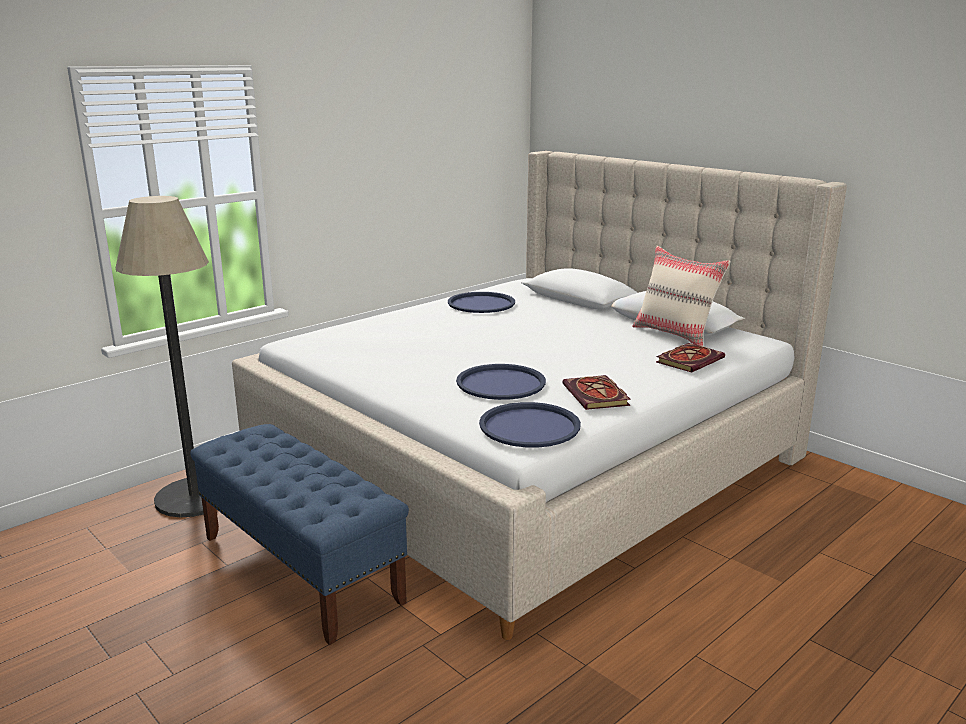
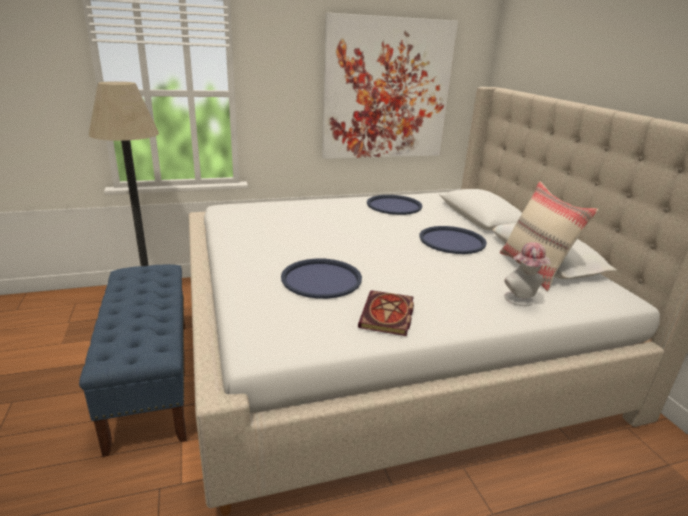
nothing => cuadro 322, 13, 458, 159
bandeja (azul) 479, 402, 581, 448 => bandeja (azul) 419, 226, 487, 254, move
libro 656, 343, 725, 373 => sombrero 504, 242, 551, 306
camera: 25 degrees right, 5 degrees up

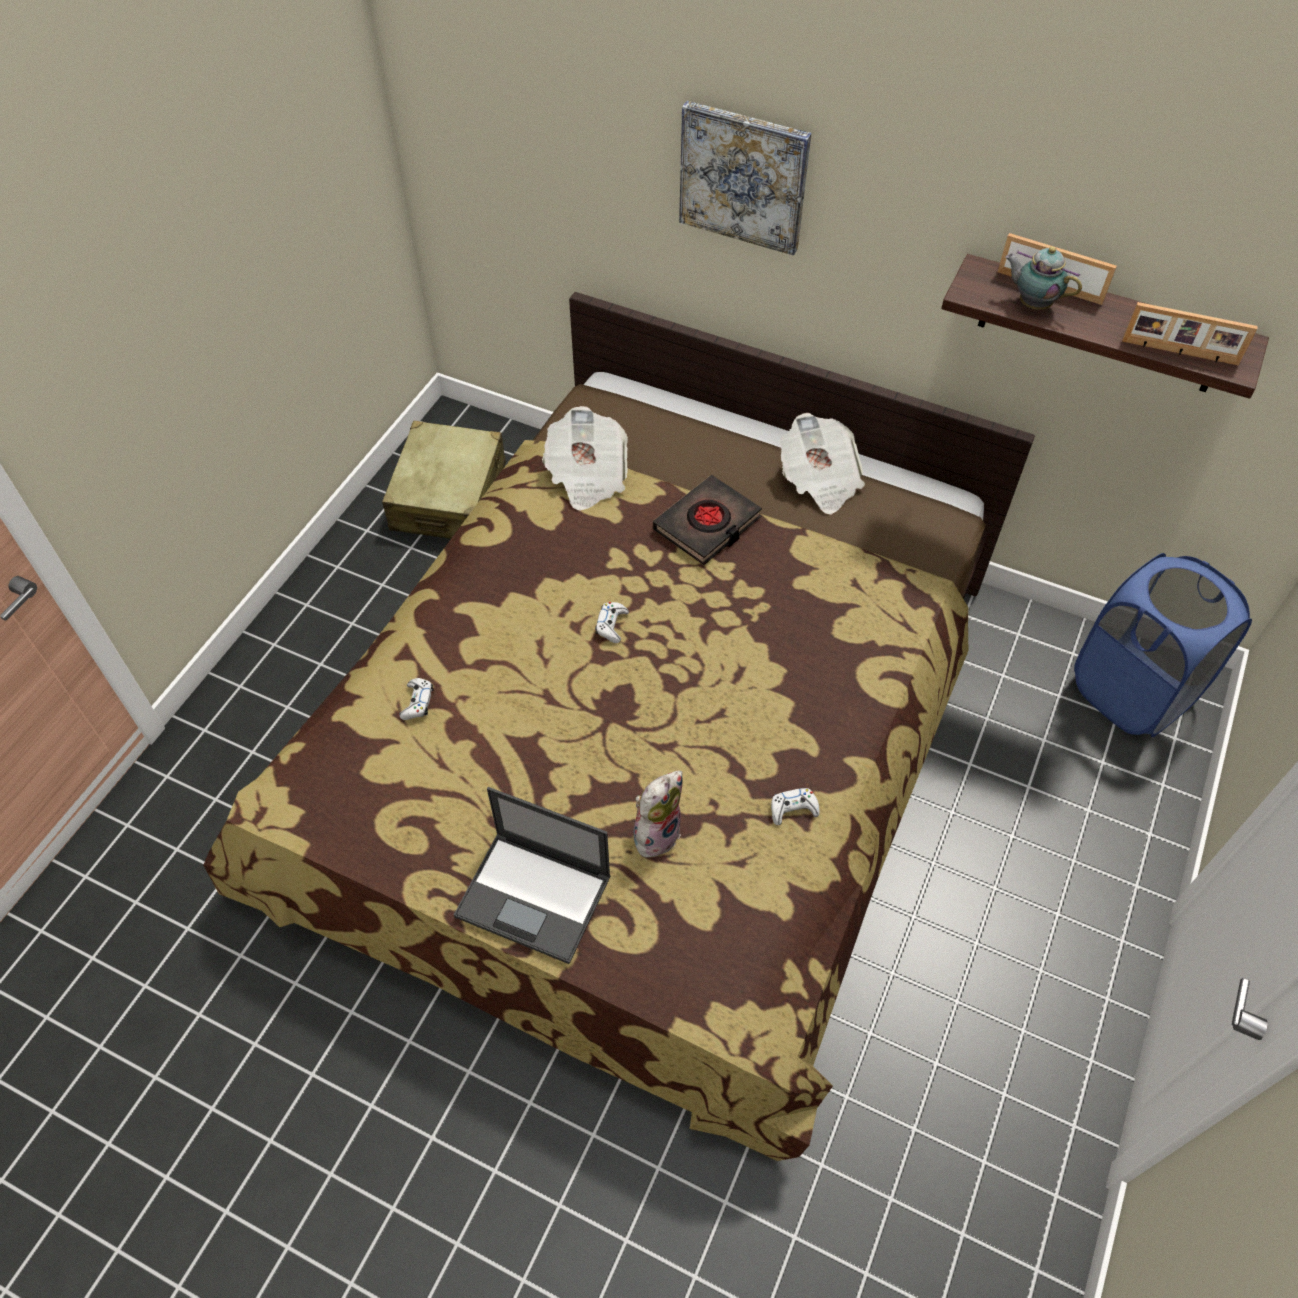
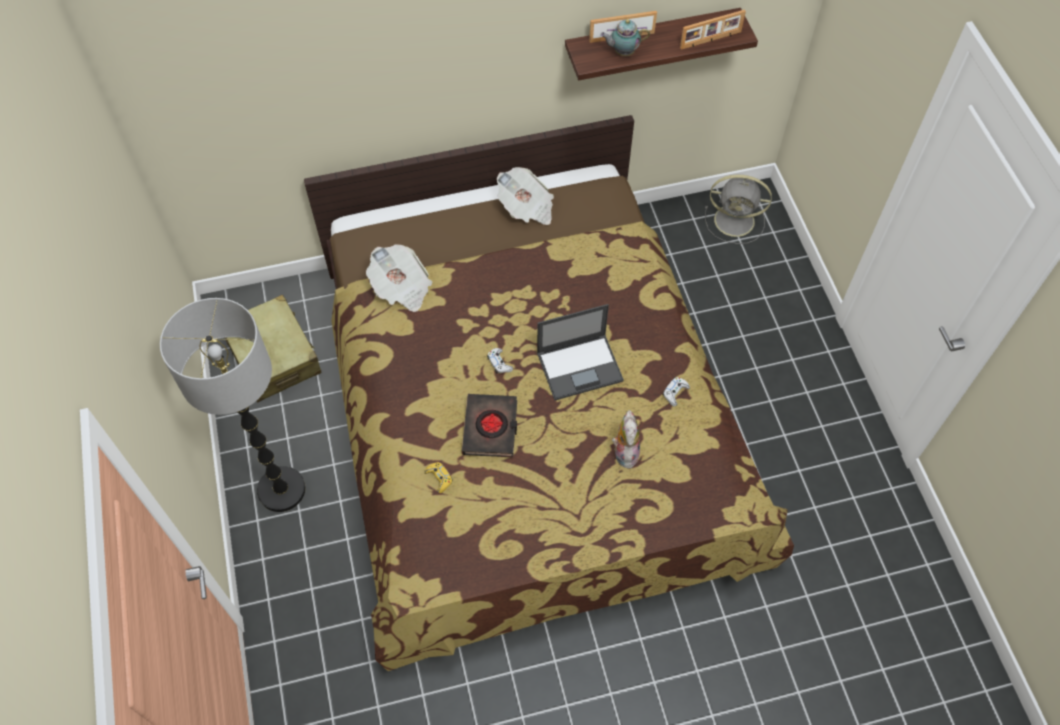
cuadro 679, 101, 812, 255 => nothing
nothing => lámpara de pie 160, 298, 306, 512
portátil 454, 787, 611, 964 => portátil 537, 304, 624, 400, move
libro (negro) 653, 475, 762, 565 => libro (negro) 462, 394, 517, 457, move
cesto de la ropa (azul) 1074, 553, 1252, 737 => ventilador (gris) 705, 175, 772, 244
mando de consola (blanco) 399, 678, 434, 720 => mando de consola (amarillo) 424, 462, 452, 493
camera: 40 degrees left, 5 degrees up

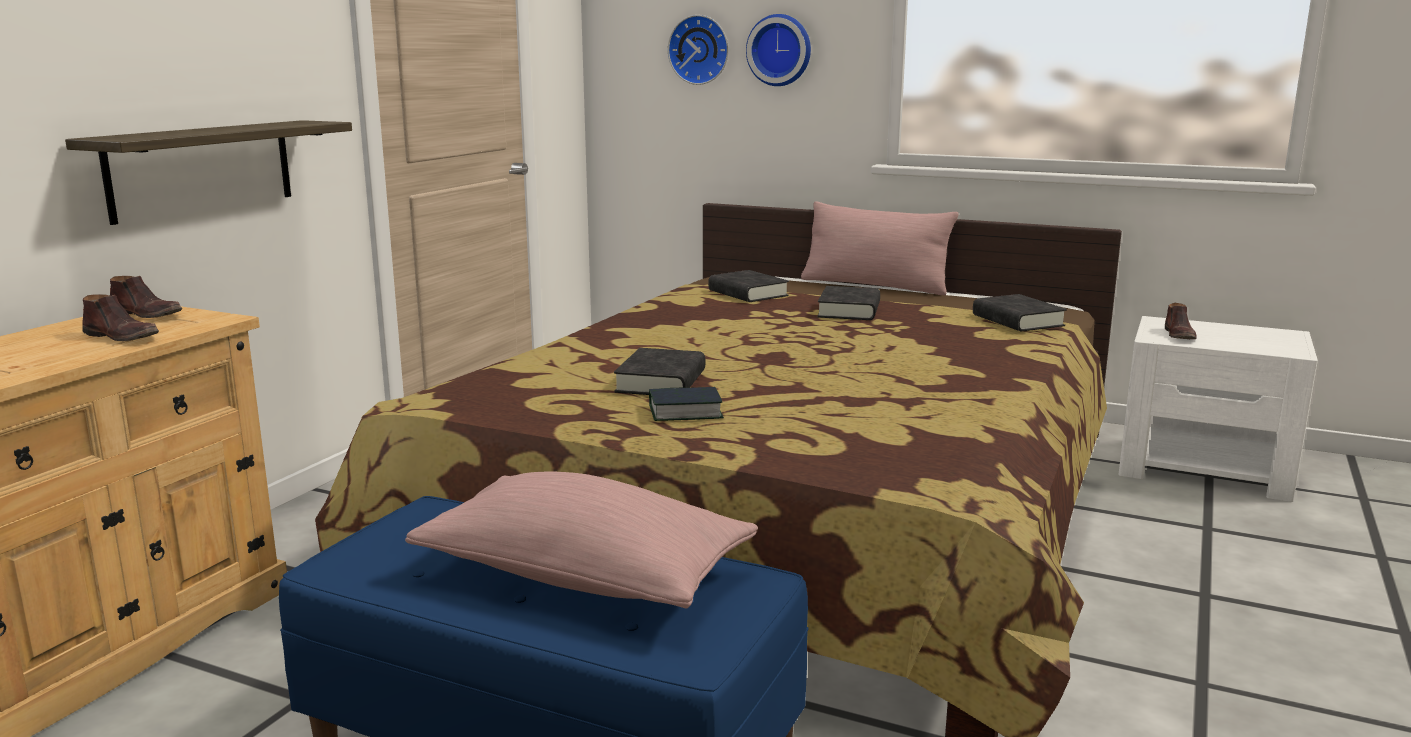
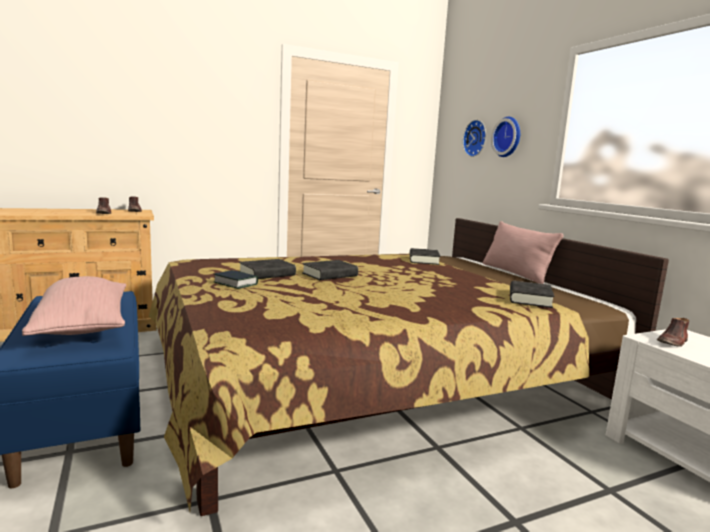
estante 65, 120, 352, 225 => nothing
libro (negro) 817, 286, 880, 320 => libro (negro) 302, 260, 358, 280, move
camera: 40 degrees right, 5 degrees down

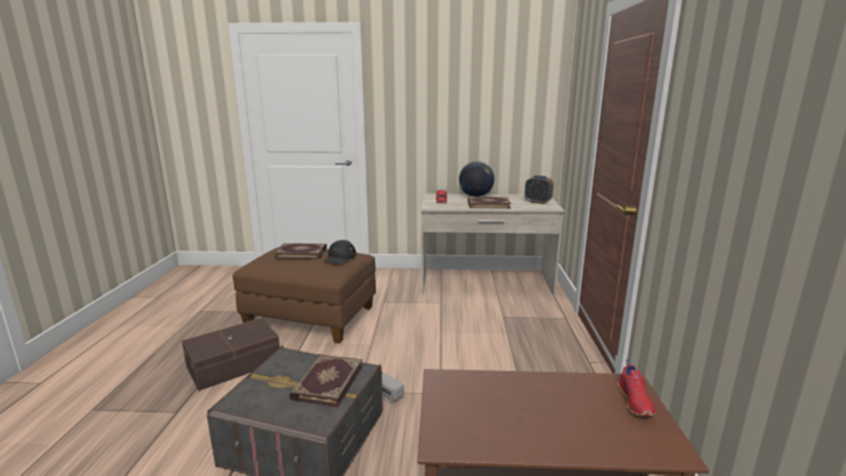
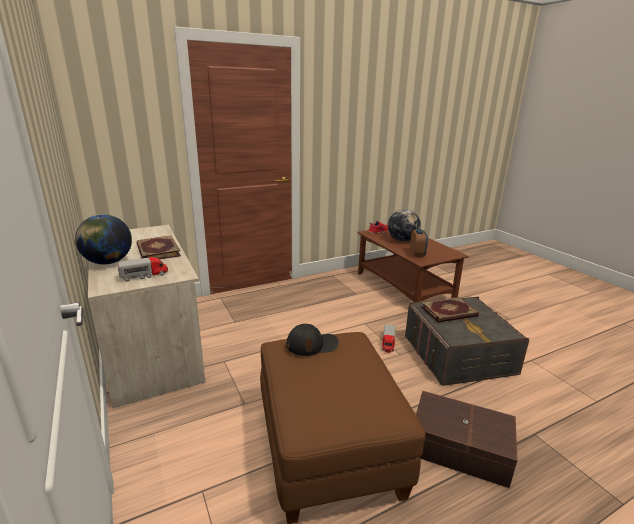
libro 273, 243, 327, 259 => nothing
nothing => globo terráqueo 388, 209, 421, 242
despertador 525, 175, 554, 204 => despertador 410, 229, 428, 257, move
camera: 120 degrees left, 5 degrees up

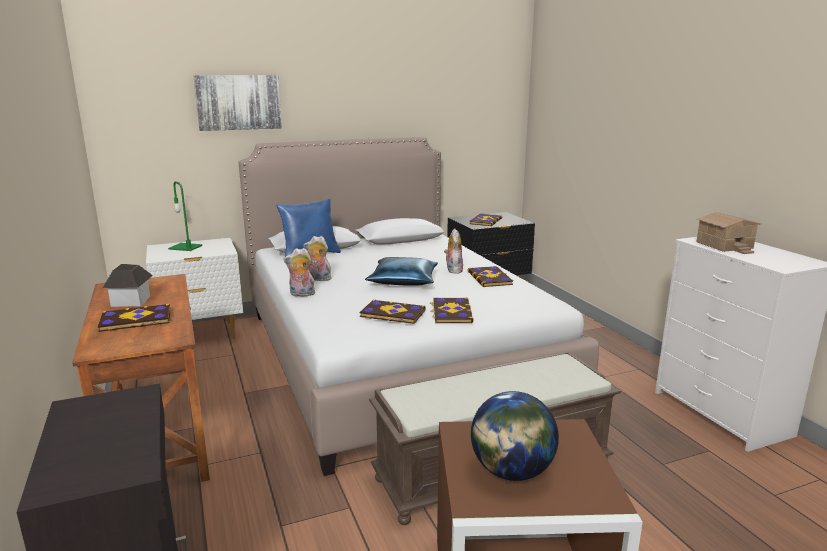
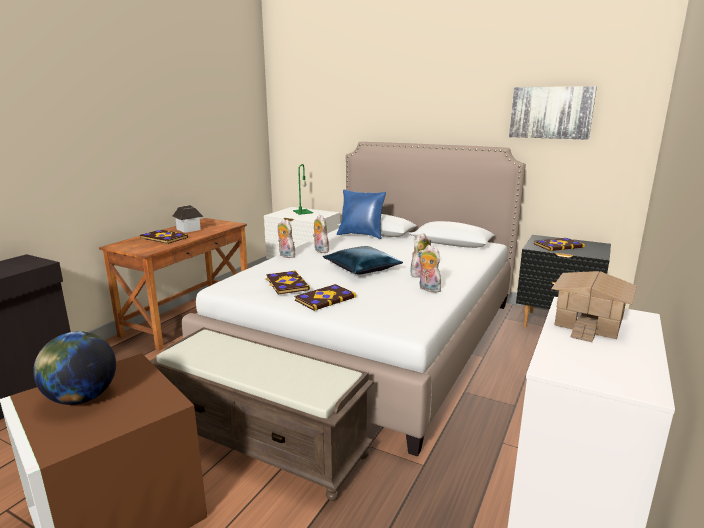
cuadro 193, 75, 282, 131 => cuadro 509, 86, 597, 140, move
libro 468, 266, 514, 287 => peluche 418, 245, 441, 293
camera: 50 degrees right, 0 degrees up

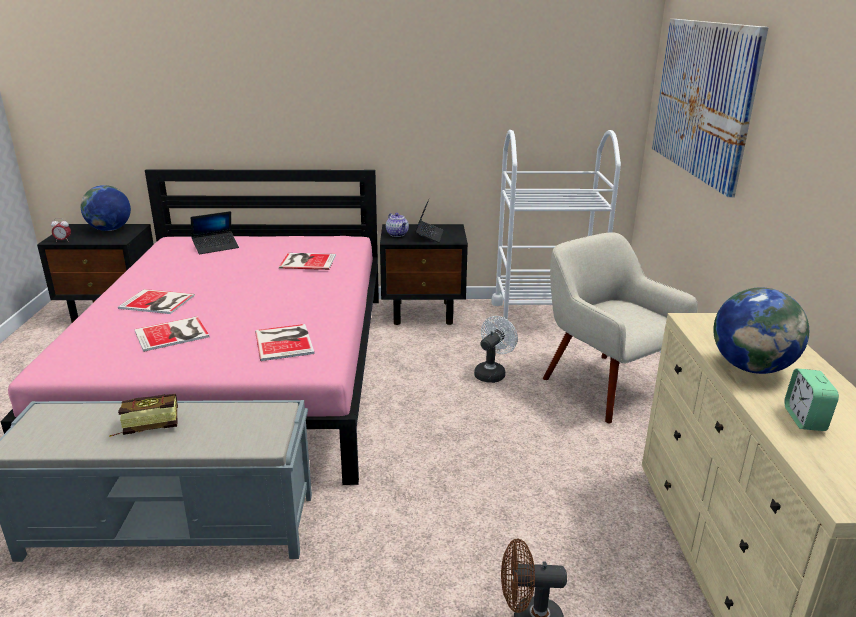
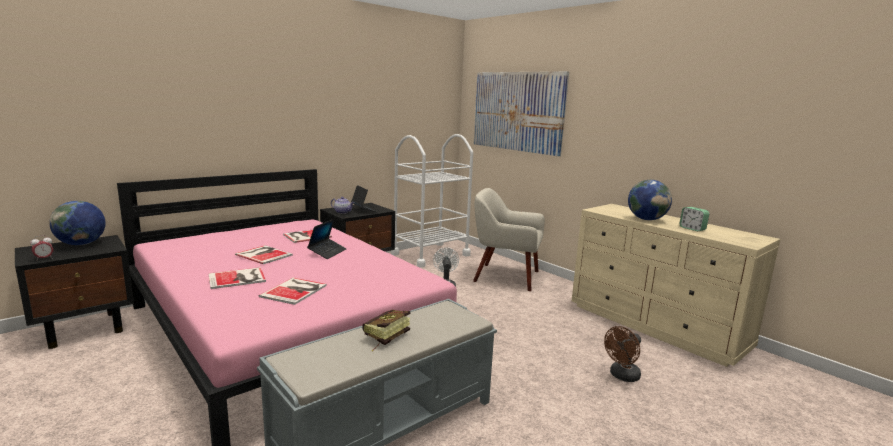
portátil 191, 211, 239, 254 => portátil 307, 219, 346, 259, move
libro 255, 324, 315, 361 => libro 235, 245, 293, 264, move
camera: 40 degrees left, 10 degrees down

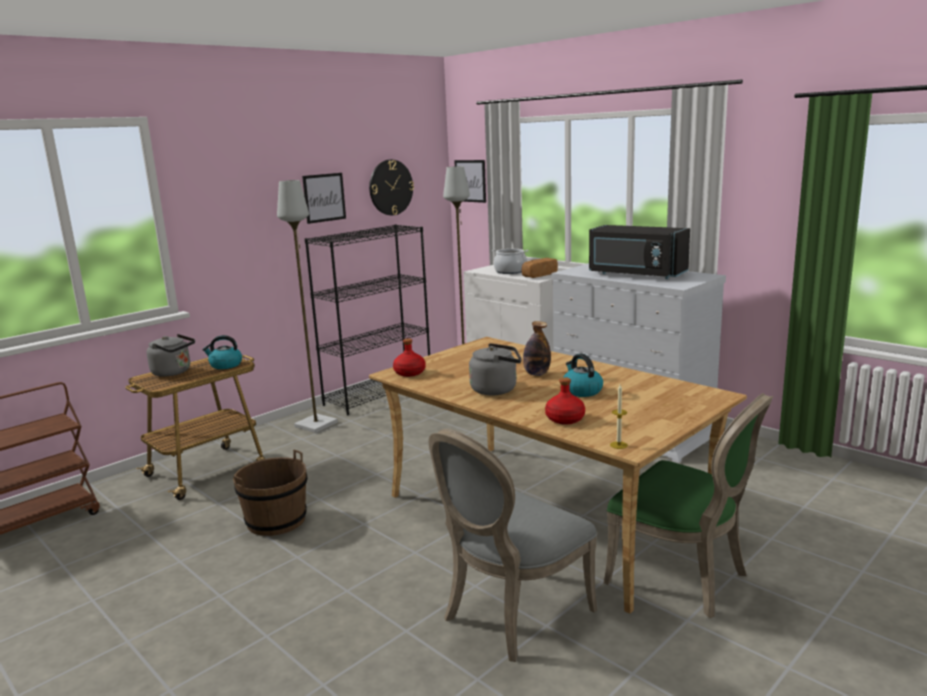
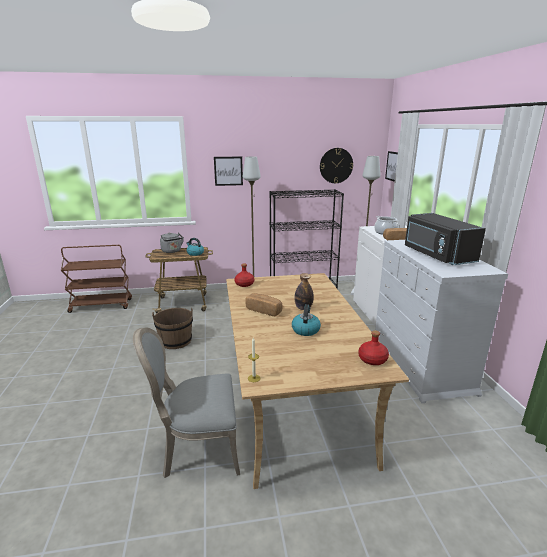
silla (verde) 604, 393, 773, 618 => nothing
cuadro 302, 173, 346, 224 => cuadro 214, 157, 243, 186, move
botella (rojo) 545, 377, 585, 424 => botella (rojo) 359, 331, 389, 365, move
hervidor (gris) 469, 343, 522, 395 => pan 245, 293, 283, 316
camera: 35 degrees right, 5 degrees up

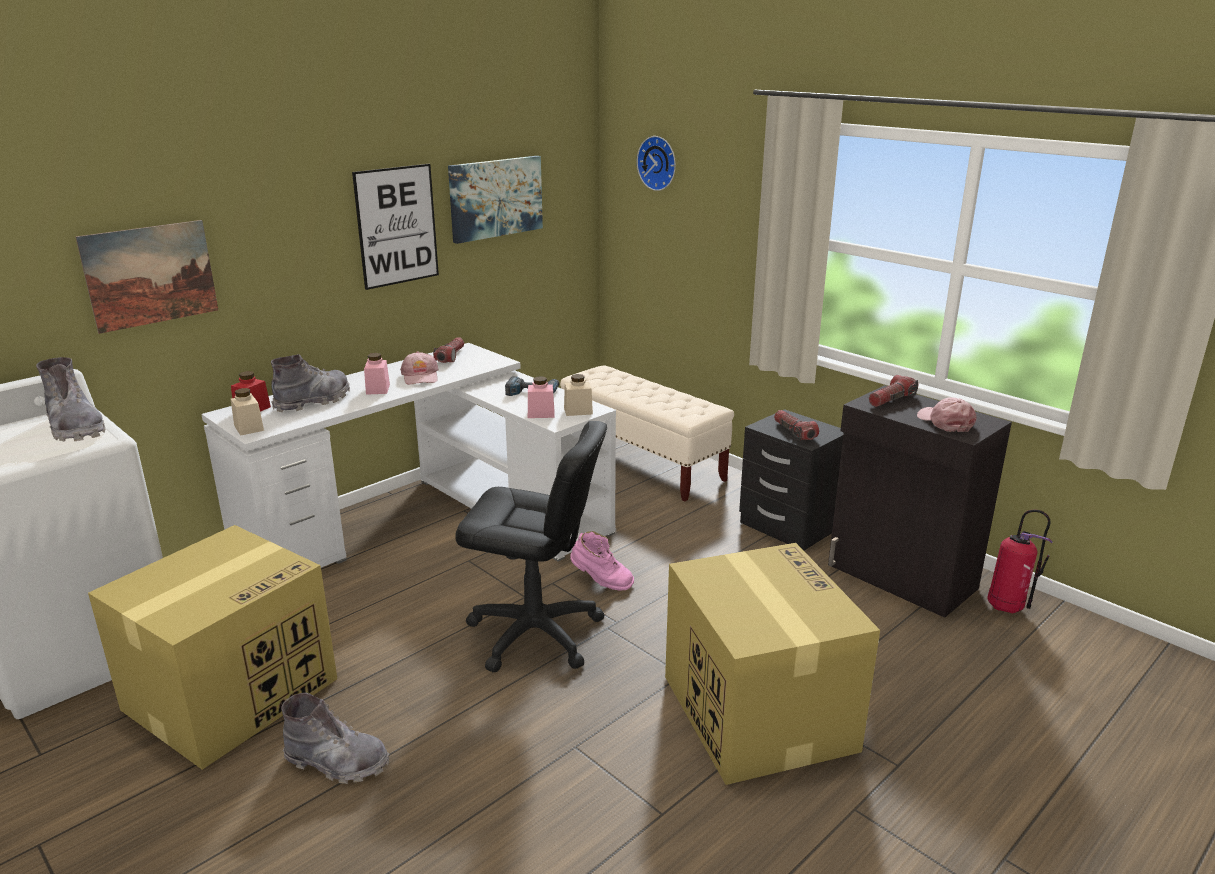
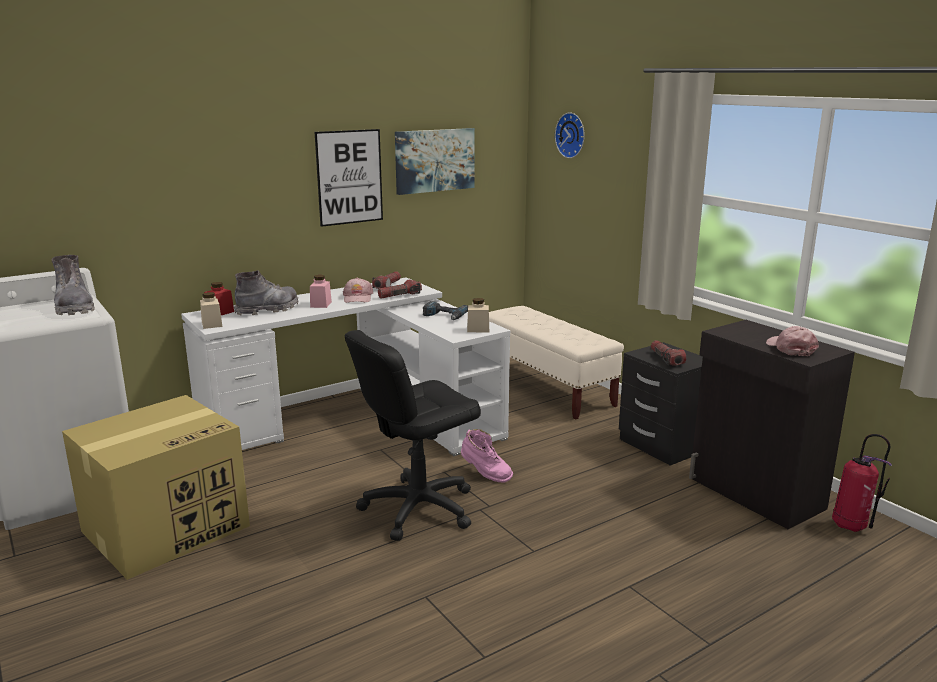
cuadro 75, 220, 218, 334 => nothing
bota (gris) 281, 693, 389, 784 => nothing
tarro (rosa) 528, 376, 554, 418 => nothing
caja de cartón 665, 543, 880, 785 => nothing
linterna 869, 375, 919, 407 => linterna 378, 279, 422, 299, move
silla de oficina (negro) 455, 421, 607, 672 => silla de oficina (negro) 345, 330, 481, 541, 120 degrees clockwise
camera: 10 degrees right, 5 degrees down

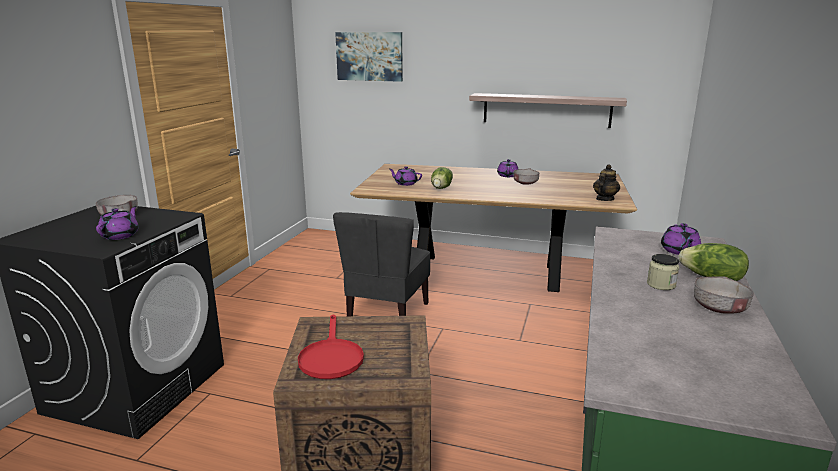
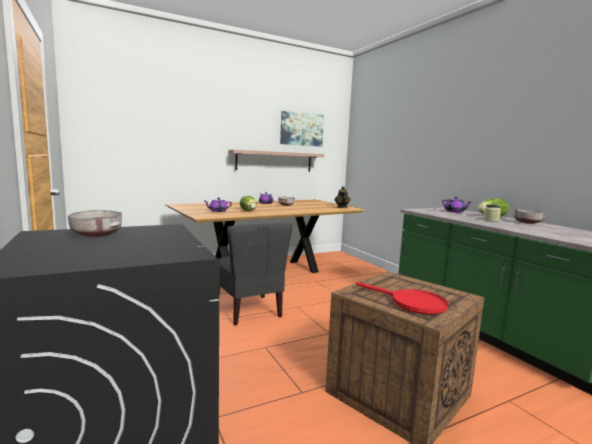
tetera (morado) 96, 206, 139, 240 => nothing
cuadro 335, 32, 403, 82 => cuadro 280, 111, 324, 147, move
camera: 45 degrees left, 10 degrees down

